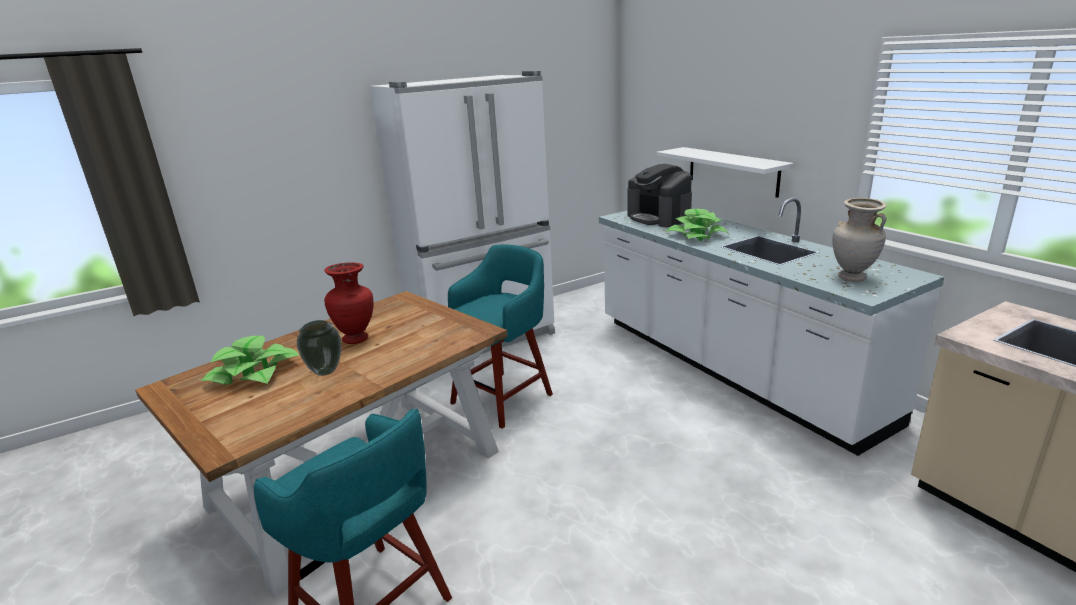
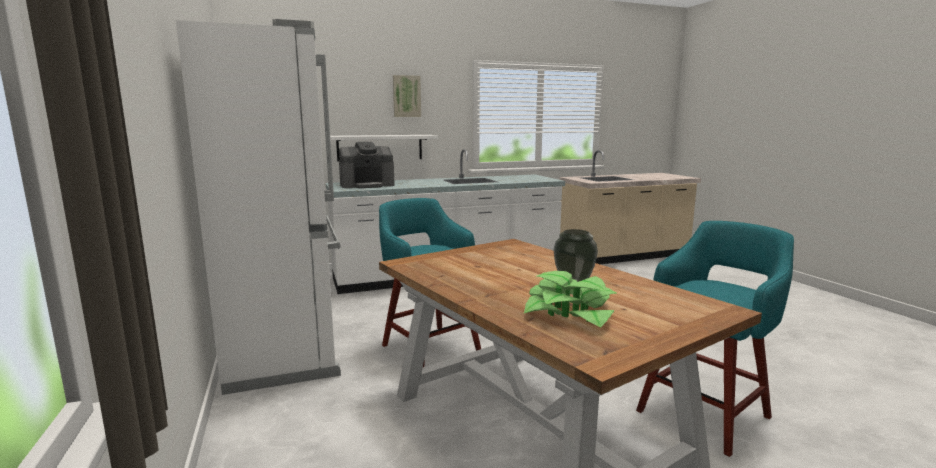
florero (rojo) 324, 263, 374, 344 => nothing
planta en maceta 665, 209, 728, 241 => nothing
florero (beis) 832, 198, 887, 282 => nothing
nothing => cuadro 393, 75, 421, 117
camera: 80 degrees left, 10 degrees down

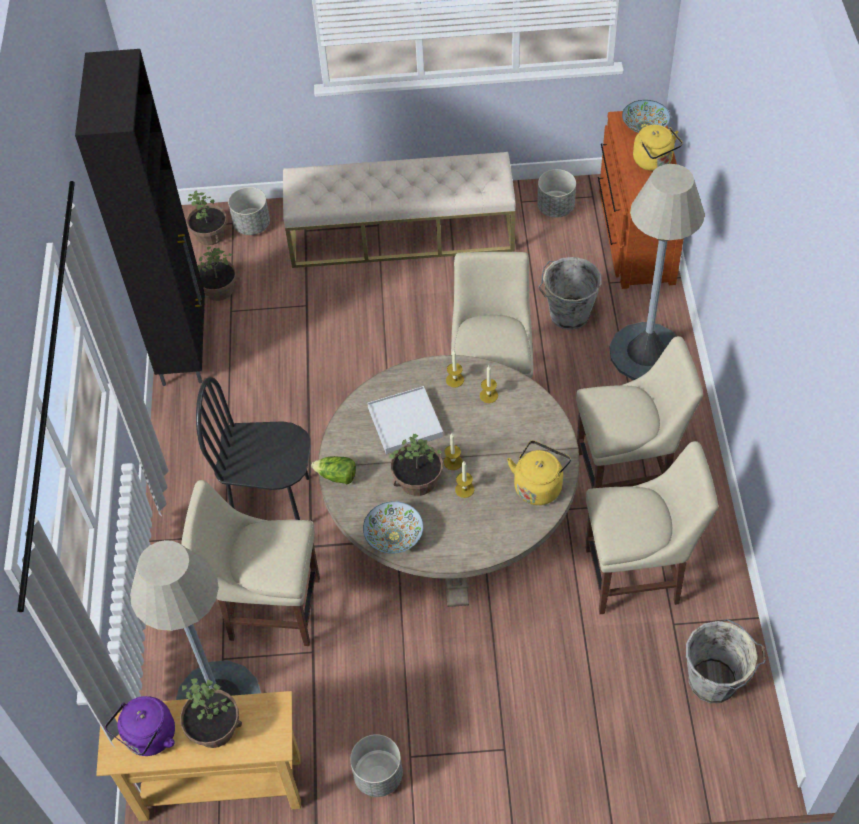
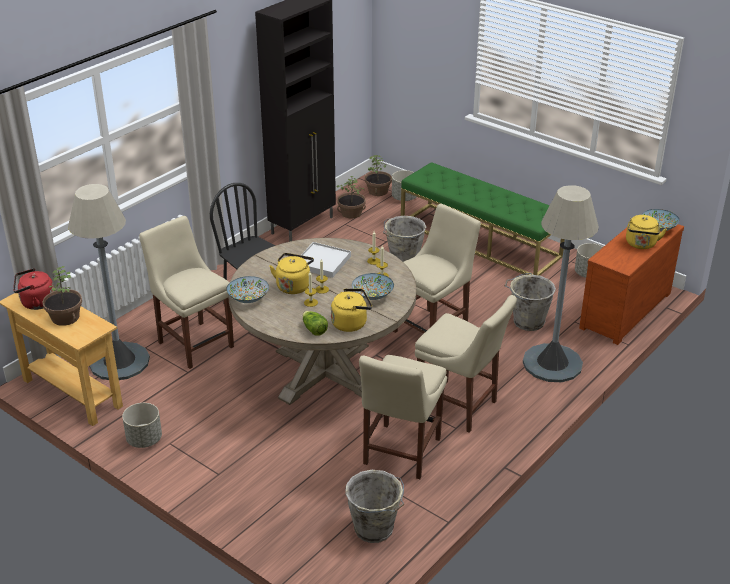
nothing => cuenco 352, 273, 394, 300
nothing => cubo (gris) 383, 216, 426, 262
lechuga 311, 456, 356, 484 => lechuga 303, 311, 328, 336, move
planta en maceta 389, 434, 443, 496 => hervidor (amarillo) 270, 253, 314, 294
hervidor (morado) 105, 696, 175, 756 => hervidor (rojo) 13, 268, 54, 310
banco (beis) 283, 152, 515, 268 => banco (verde) 401, 162, 565, 276
silla (beis) 585, 441, 718, 614 => silla (beis) 359, 355, 447, 479, 75 degrees clockwise
camera: 40 degrees right, 20 degrees down

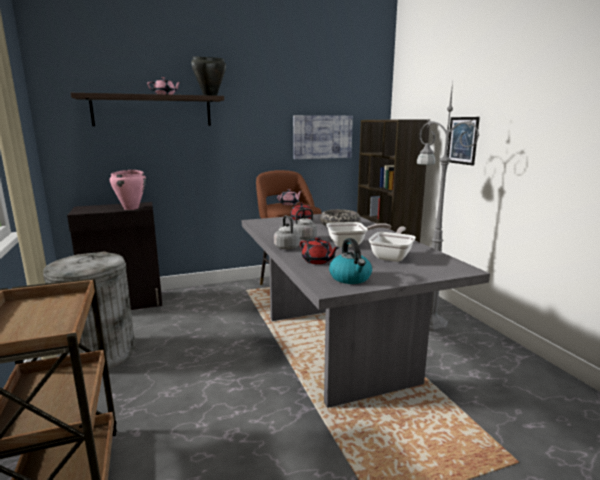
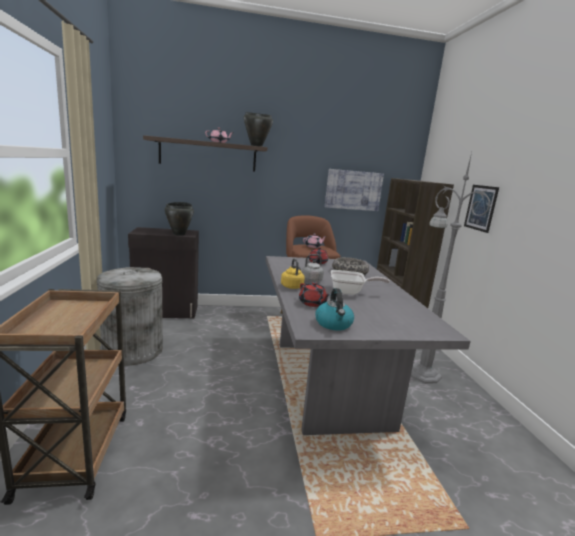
sartén 368, 226, 416, 262 => nothing
olla (rosa) 110, 170, 146, 210 => olla (negro) 165, 202, 194, 236
hervidor (gris) 274, 215, 300, 250 => hervidor (amarillo) 281, 258, 305, 289
camera: 10 degrees right, 0 degrees up

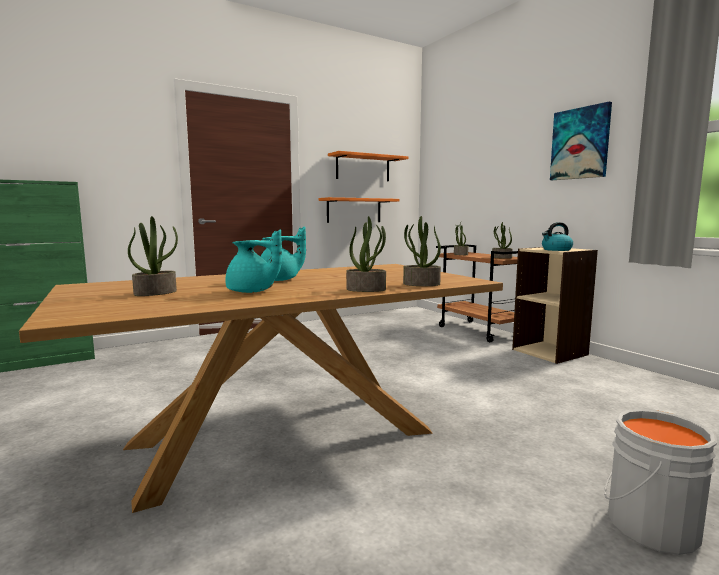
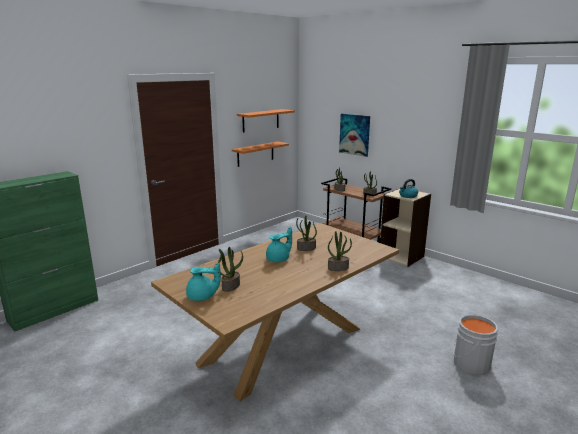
tetera (turquesa) 225, 229, 282, 293 => tetera (turquesa) 186, 263, 221, 301, move
planta en maceta 403, 216, 441, 286 => planta en maceta 296, 216, 317, 251, move
cuadro 550, 102, 612, 180 => cuadro 339, 113, 370, 157, move
camera: 15 degrees left, 10 degrees up

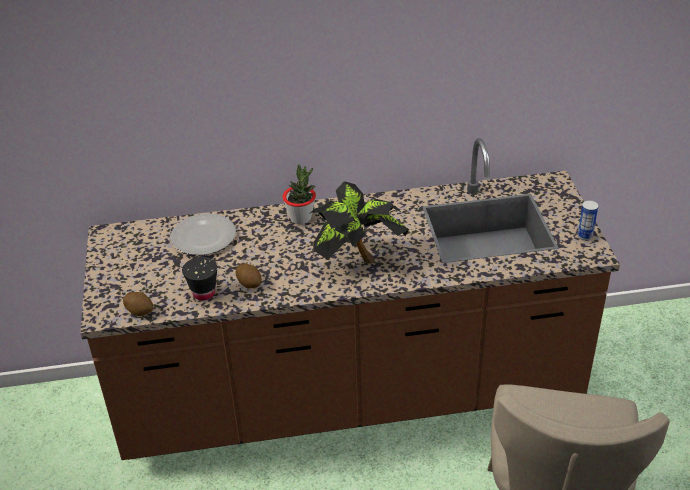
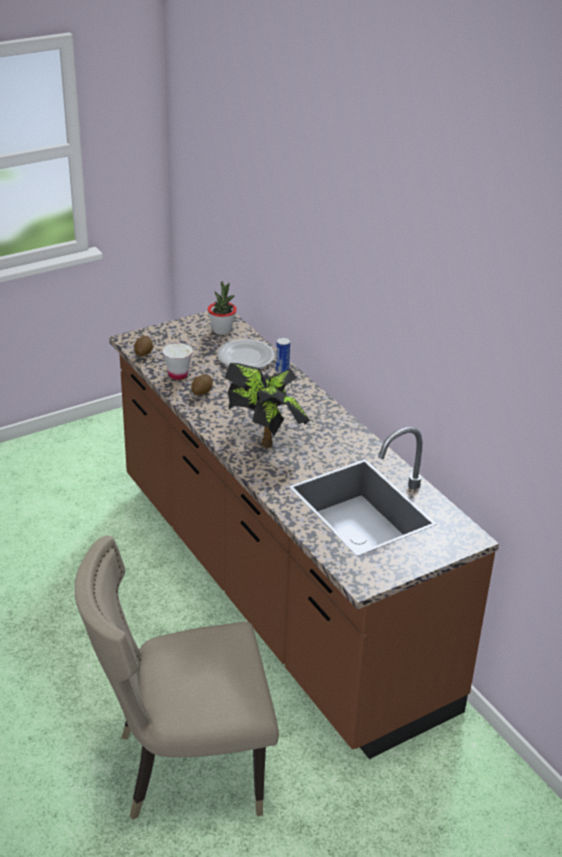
planta en maceta 282, 164, 316, 224 => planta en maceta 208, 281, 237, 335, move
lata 577, 200, 598, 241 => lata 276, 337, 290, 374, move
taza (negro) 182, 257, 218, 301 => taza (blanco) 163, 343, 193, 380
camera: 65 degrees right, 5 degrees down

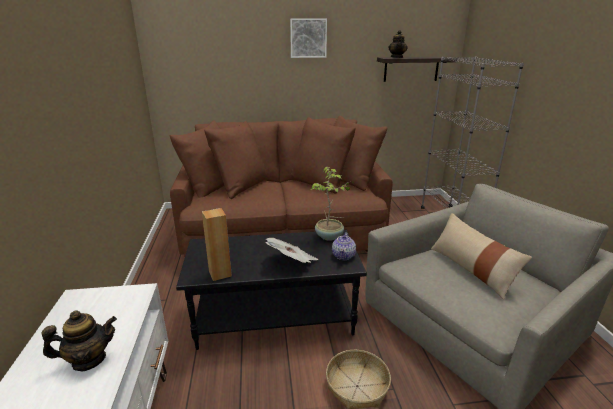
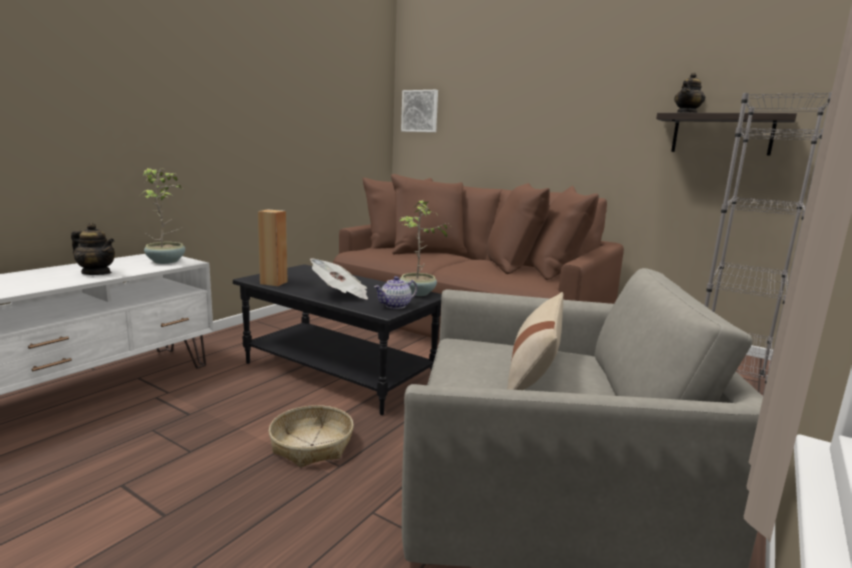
nothing => planta en maceta 141, 168, 185, 264
cuadro 290, 18, 327, 58 => cuadro 401, 90, 438, 132, move
camera: 40 degrees right, 10 degrees down

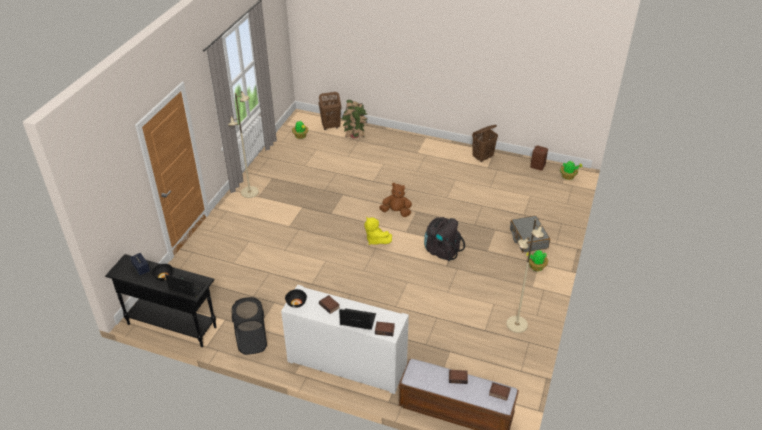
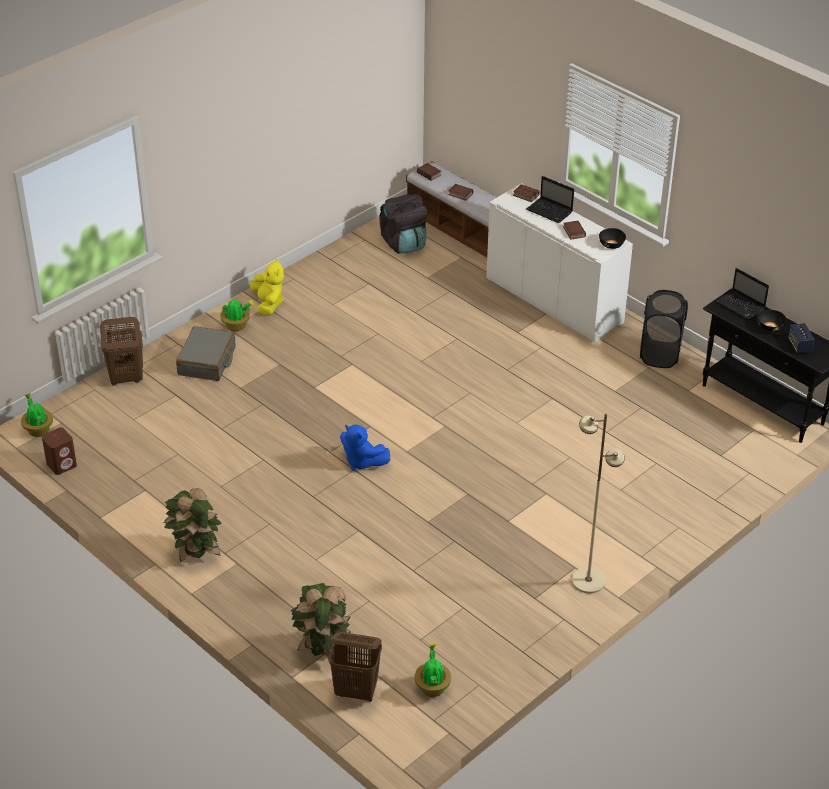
lámpara de pie (beis) 506, 219, 544, 333 => nothing
nothing => planta en maceta 164, 488, 222, 562
peluche (amarillo) 364, 217, 392, 245 => peluche (amarillo) 250, 259, 284, 316, move
mochila (negro) 424, 217, 465, 261 => mochila (negro) 379, 194, 427, 254, move
cesto de la ropa (marrón) 472, 125, 498, 162 => cesto de la ropa (marrón) 100, 317, 143, 386, move
peluche (marrón) 379, 183, 412, 217 => peluche (azul) 340, 424, 390, 471
camera: 155 degrees left, 0 degrees up

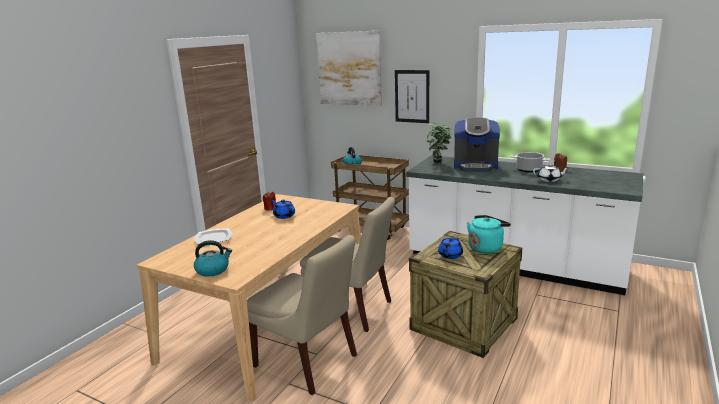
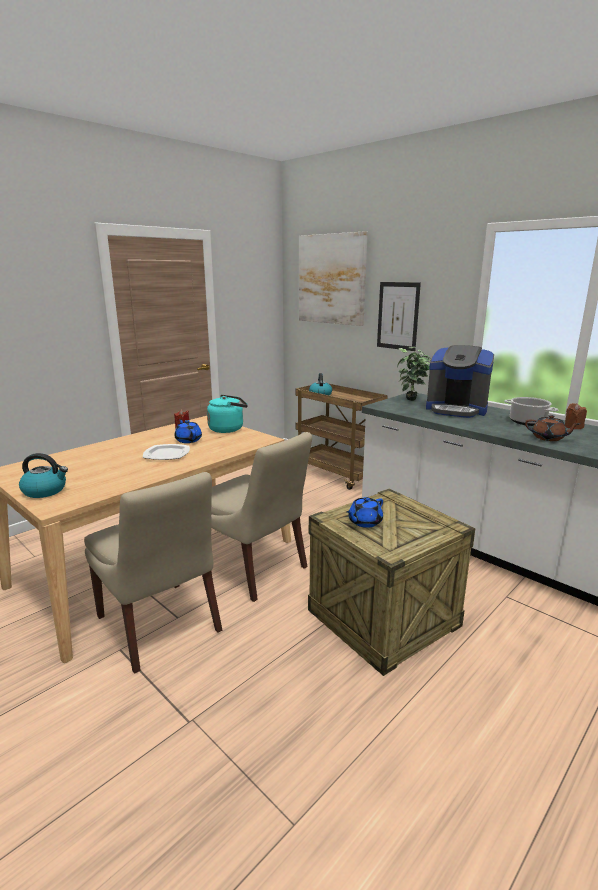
plato 194, 229, 233, 244 => plato 143, 444, 190, 460, move
hervidor (turquesa) 467, 215, 511, 253 => hervidor (turquesa) 207, 395, 248, 433, move
tetera (blanco) 533, 164, 569, 182 => tetera (marrón) 525, 415, 580, 441
camera: 15 degrees right, 0 degrees up

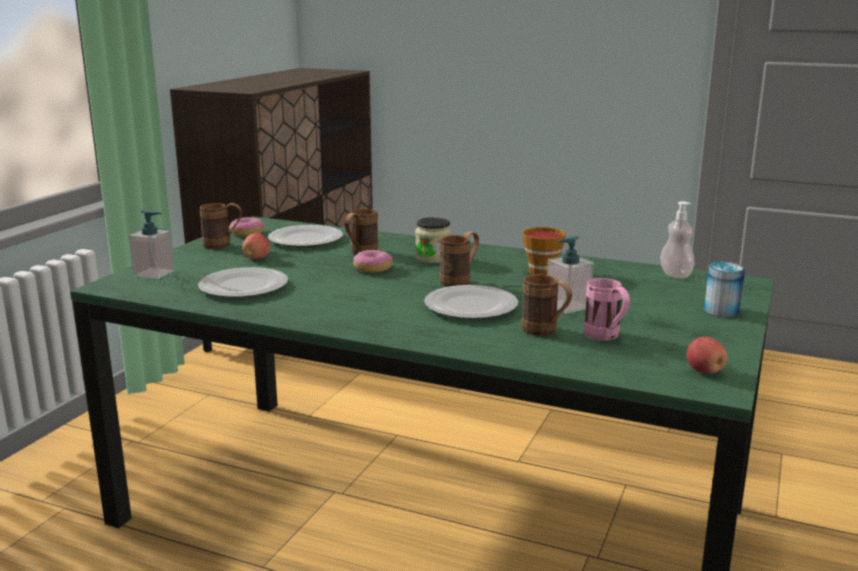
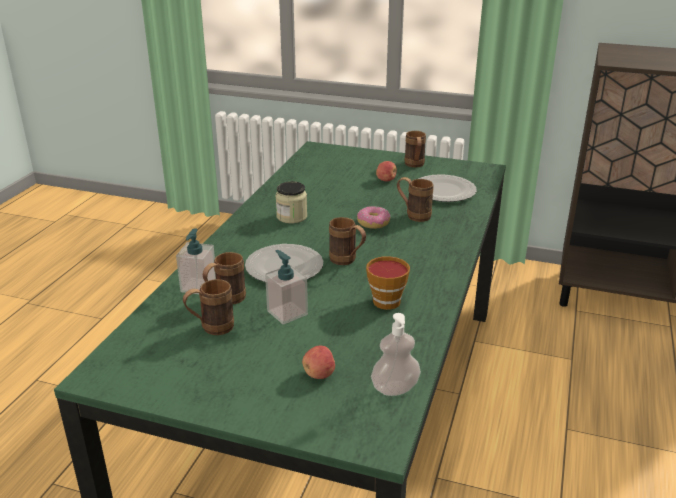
plato 198, 267, 288, 298 => nothing
rosquilla 230, 217, 265, 236 => nothing
lata 704, 262, 745, 317 => nothing
dispensador de jabón 128, 210, 175, 279 => dispensador de jabón 176, 228, 216, 294, move
tarro 415, 217, 451, 263 => tarro 276, 181, 307, 223, move
manzana 687, 337, 727, 374 => manzana 302, 346, 335, 379, move
taza grande (rosa) 584, 278, 630, 341 => taza grande (marrón) 183, 279, 234, 335
camera: 85 degrees right, 10 degrees up

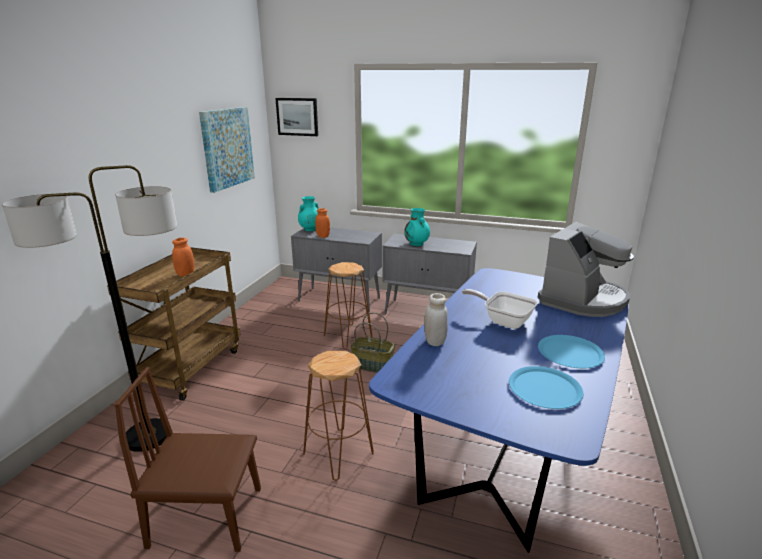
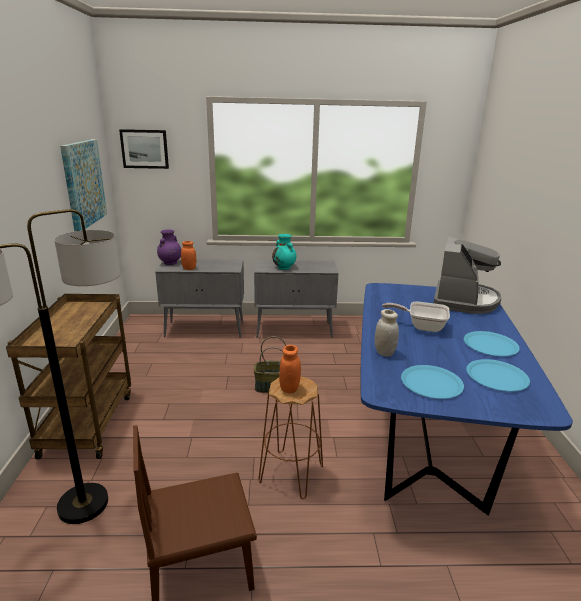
taburete (marrón) 324, 262, 373, 349 => nothing
nothing => plato (azul) 401, 365, 464, 399
tarro (naranja) 172, 238, 194, 277 => tarro (naranja) 279, 345, 301, 394, move
florero (turquesa) 298, 196, 319, 231 => florero (morado) 157, 230, 181, 265
camera: 20 degrees left, 0 degrees up

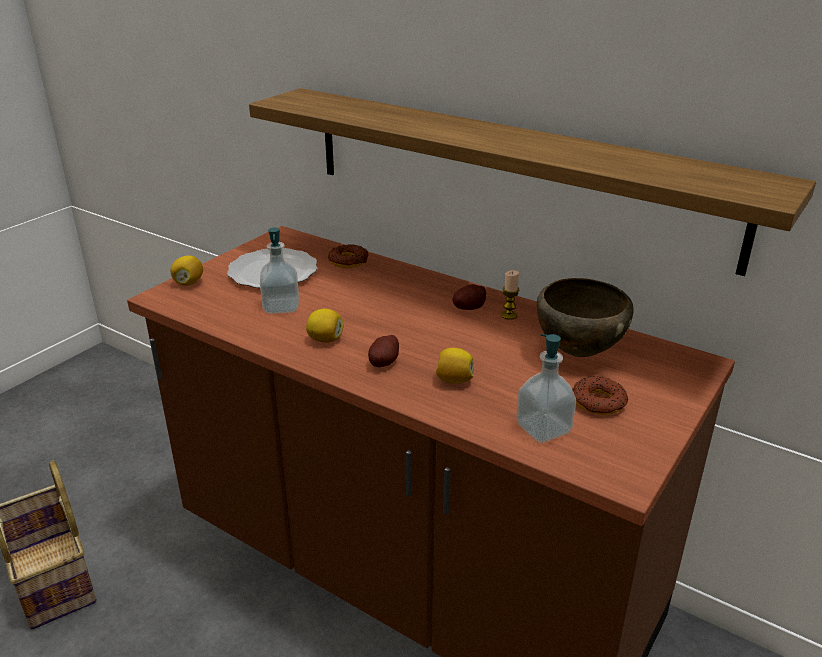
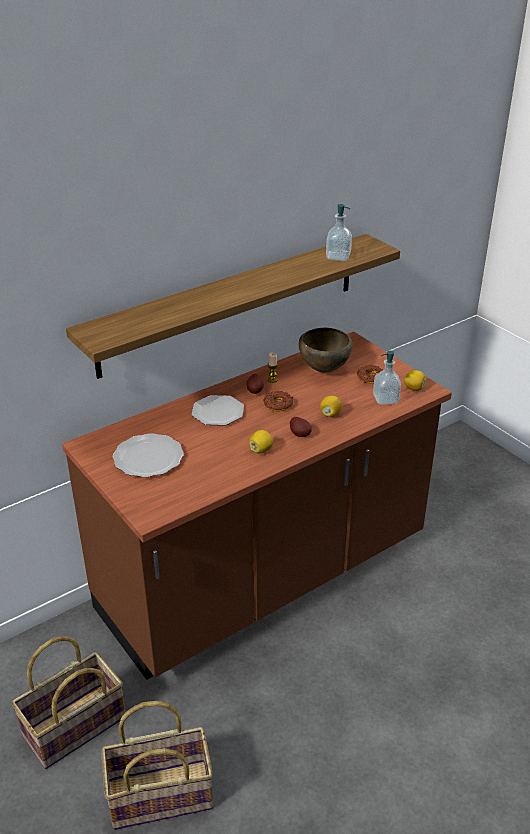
nothing => cesta 11, 636, 126, 769
nothing => plato 192, 395, 244, 426
limón 170, 255, 203, 286 => limón 404, 370, 426, 391, move
dispensador de jabón 260, 228, 299, 314 => dispensador de jabón 326, 204, 352, 261, move
rosquilla 328, 244, 368, 268 => rosquilla 263, 391, 293, 412, move
camera: 70 degrees left, 5 degrees up

